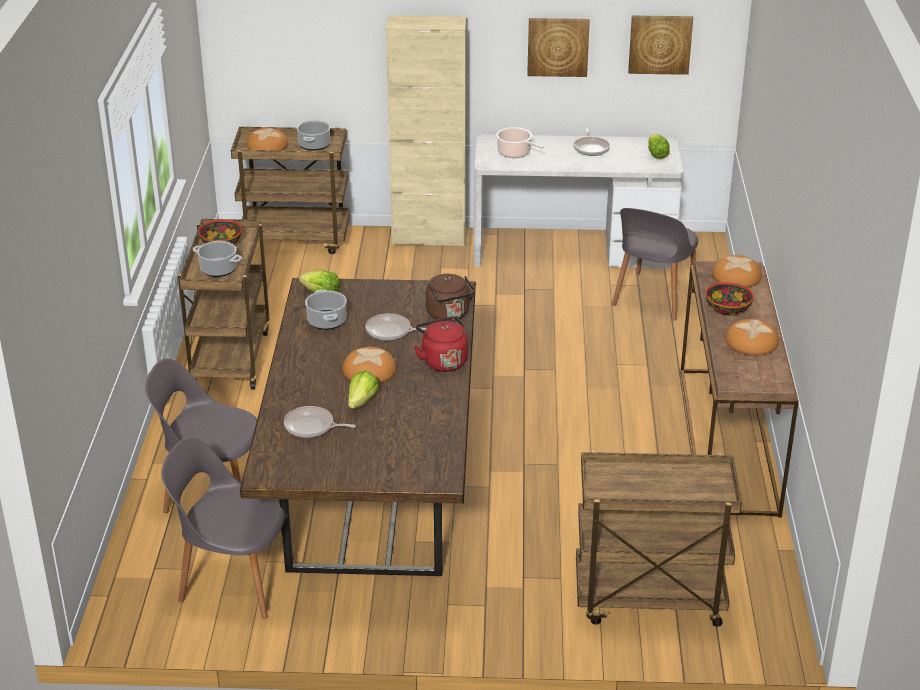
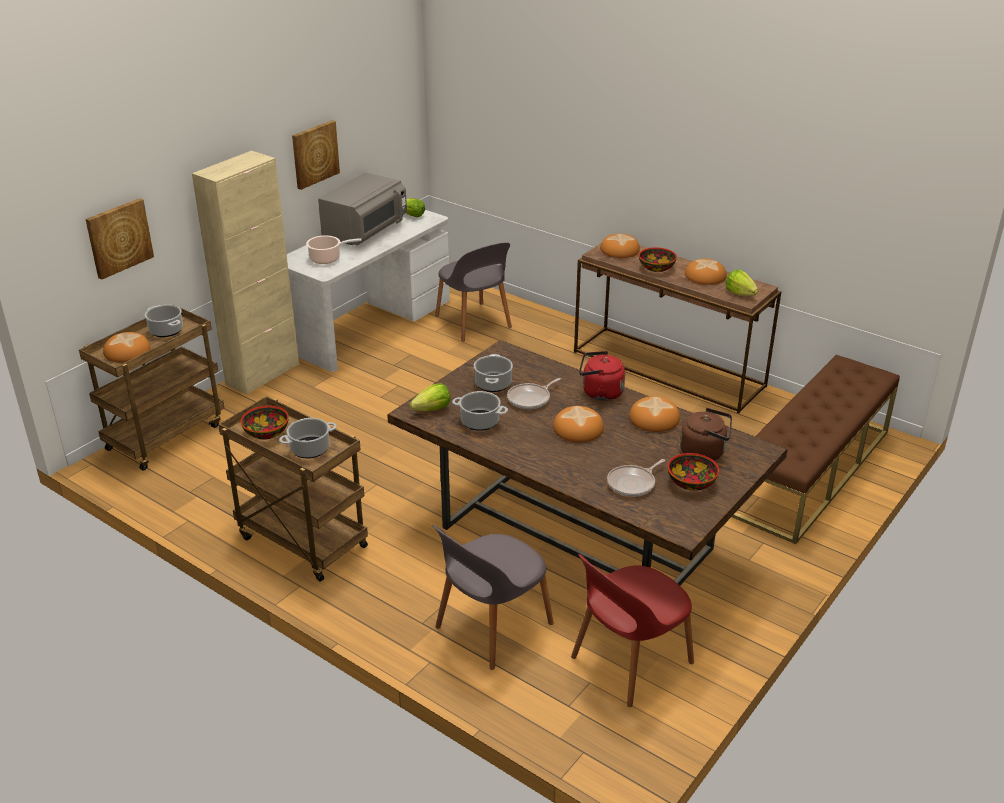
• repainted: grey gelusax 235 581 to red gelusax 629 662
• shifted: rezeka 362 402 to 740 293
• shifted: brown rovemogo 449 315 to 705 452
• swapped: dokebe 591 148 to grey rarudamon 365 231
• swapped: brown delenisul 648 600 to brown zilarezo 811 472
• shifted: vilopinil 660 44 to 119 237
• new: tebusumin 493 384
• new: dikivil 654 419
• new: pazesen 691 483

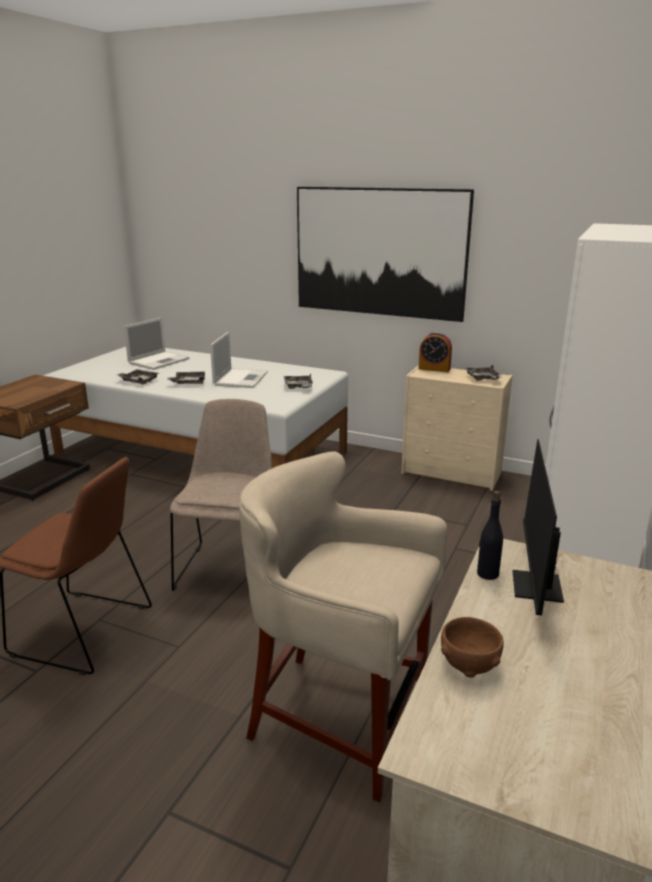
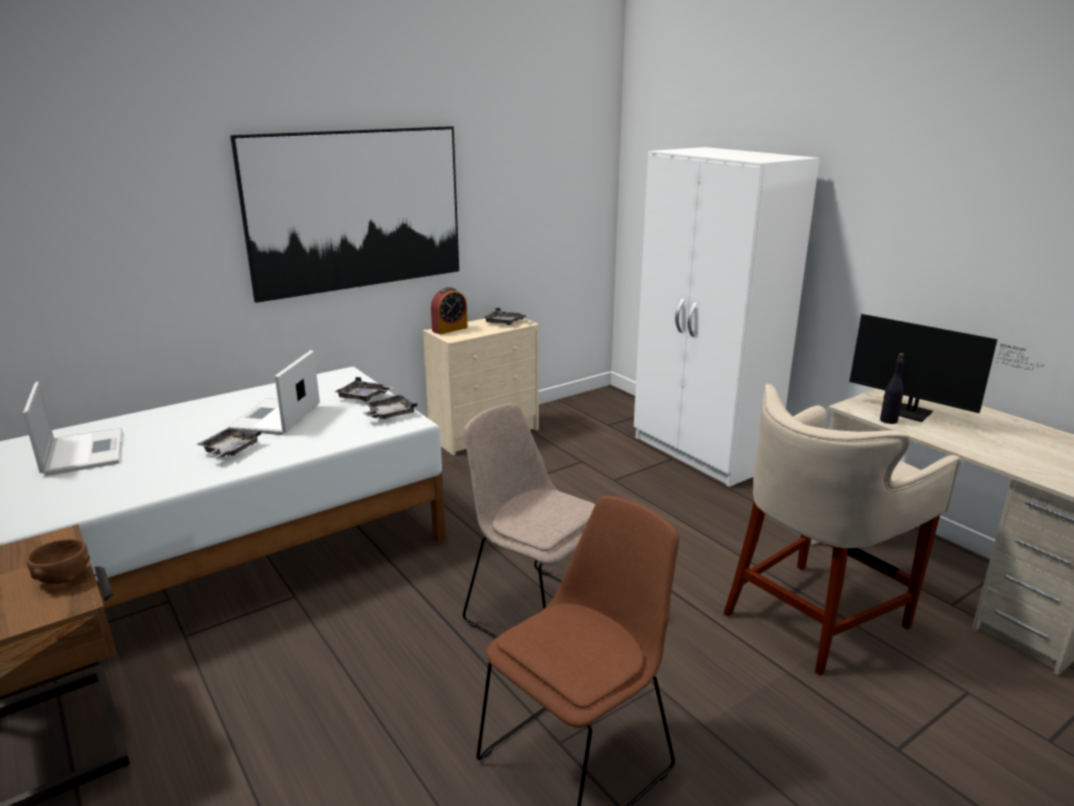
• shifted: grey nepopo 138 381 to 389 414
• rotated: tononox 241 378 = 275 418 120 degrees counterclockwise
• shifted: brown pazesen 469 664 to 63 578

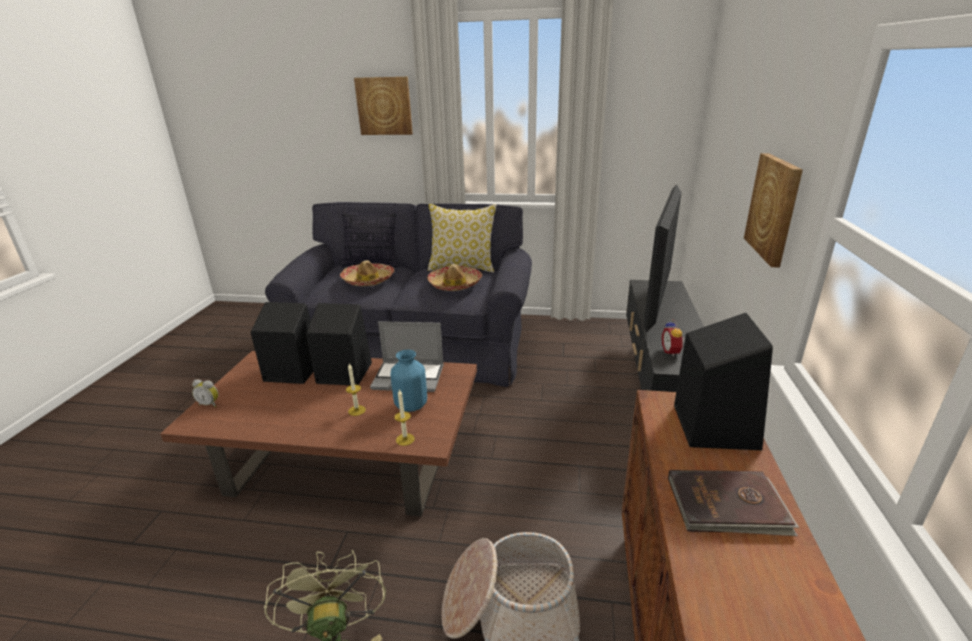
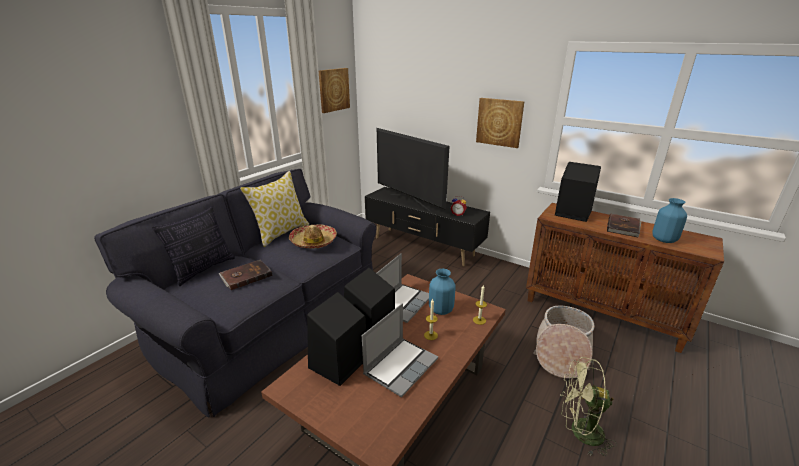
• gone: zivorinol 210 404
• swapped: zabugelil 368 280 to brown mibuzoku 245 276
• shifted: vilopinil 384 106 to 333 90
• new: tononox 400 366
• new: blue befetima 663 240

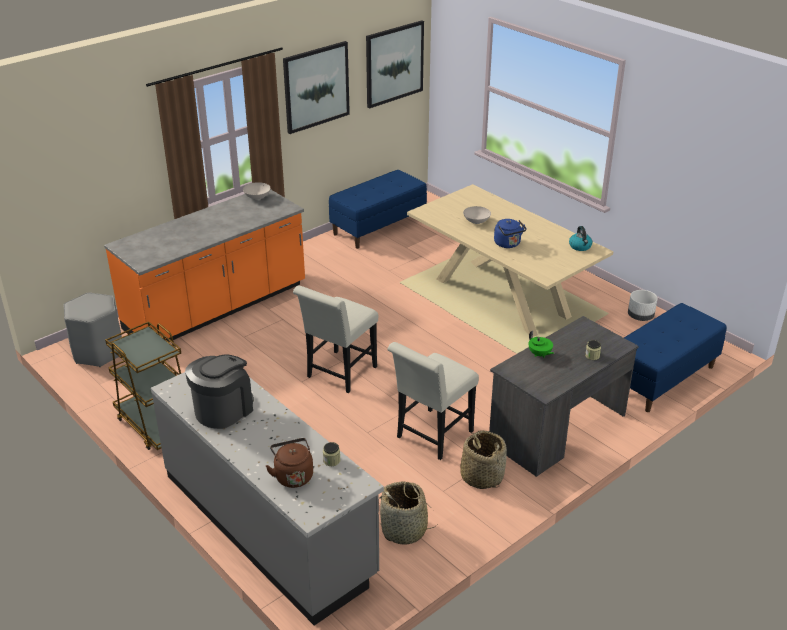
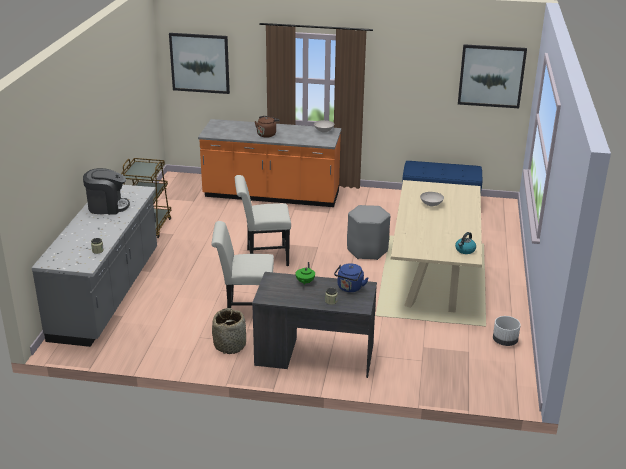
• shifted: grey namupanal 98 352 to 367 250
• shifted: brown rovemogo 293 475 to 267 134
• shifted: vilopinil 316 87 to 200 63
• gone: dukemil 404 530
• shifted: blue rovemogo 508 244 to 349 288
• gone: blue zilarezo 662 378

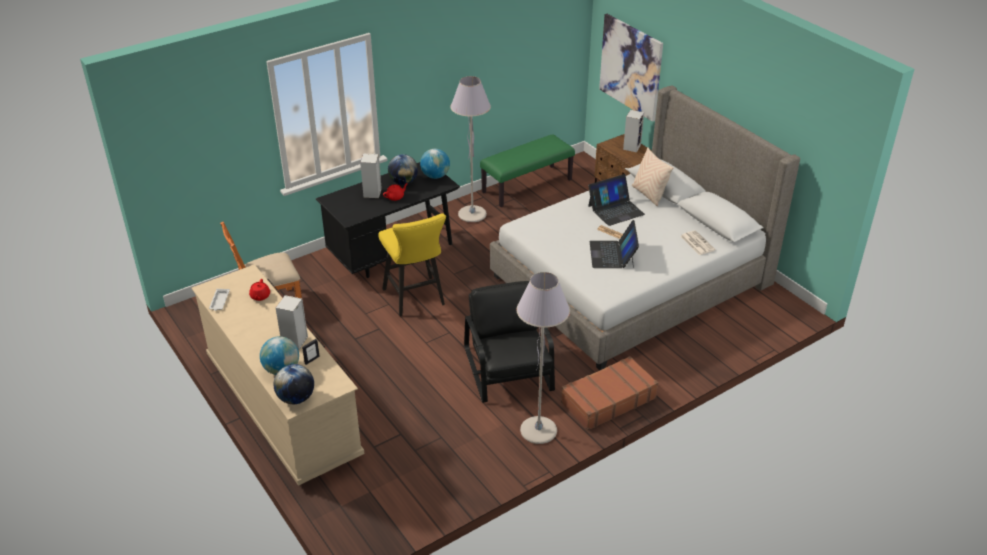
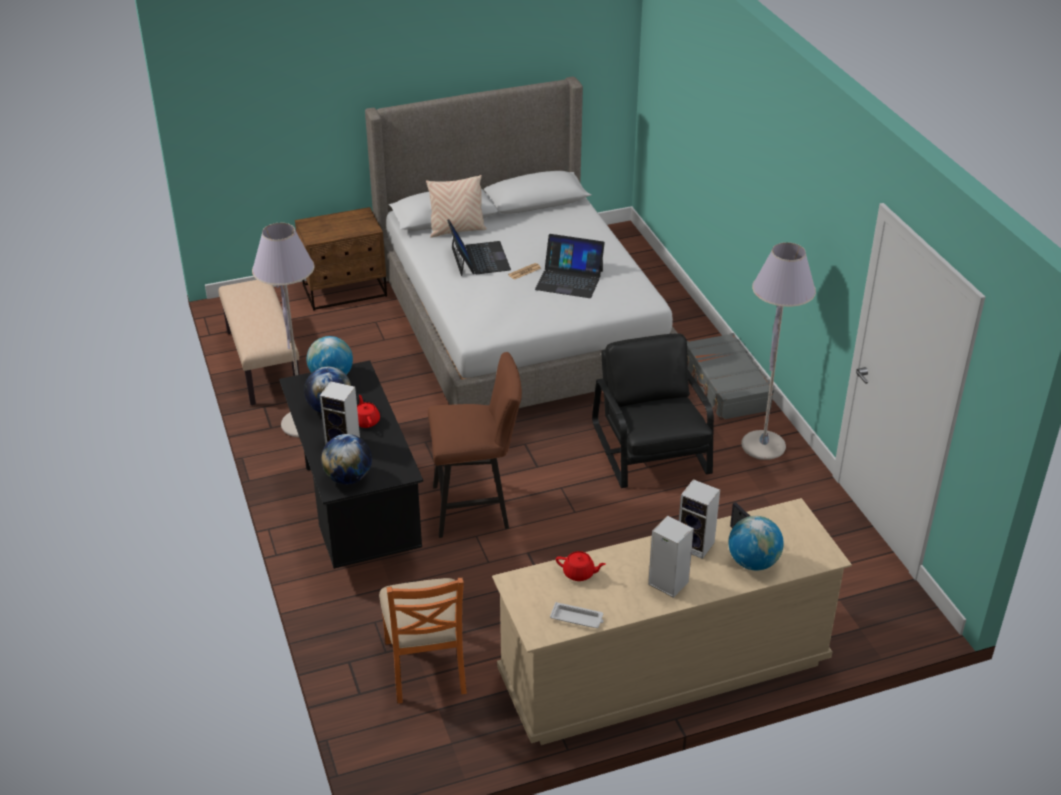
• shifted: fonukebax 296 398 to 348 478
• repainted: yellow namupanal 416 299 to brown namupanal 477 508
• rotated: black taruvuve 509 370 = 652 449 75 degrees clockwise
• repainted: green zilarezo 527 186 to beige zilarezo 262 363
• repainted: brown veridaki 607 400 to grey veridaki 725 386
• gone: vilopinil 631 67
• shifted: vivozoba 631 146 to 666 583
• gone: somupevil 697 243

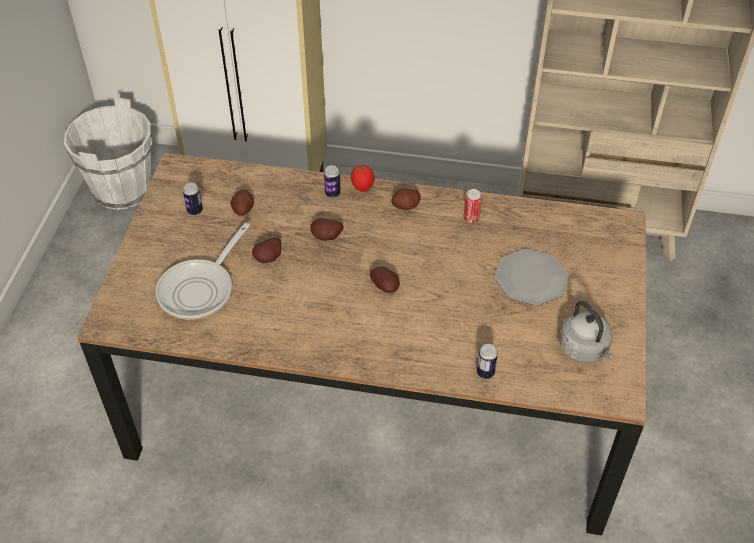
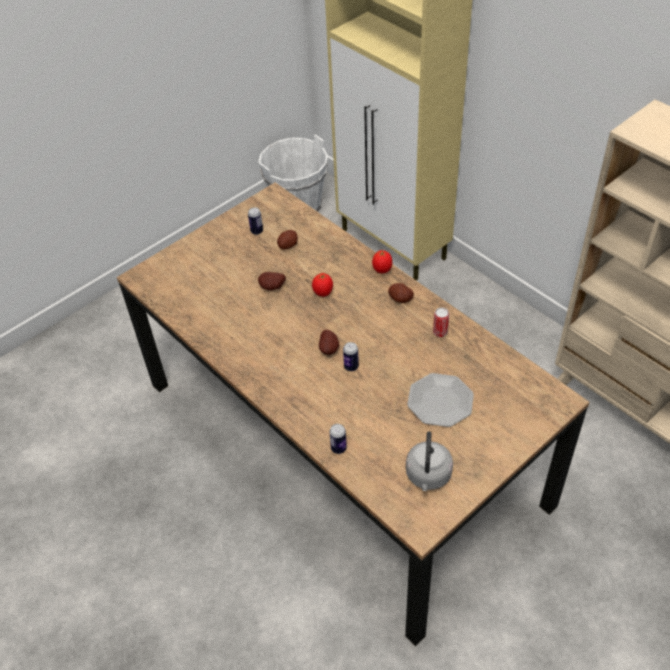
• gone: dokebe 200 289
• swapped: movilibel 327 238 to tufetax 323 293
• shifted: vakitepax 332 193 to 351 367

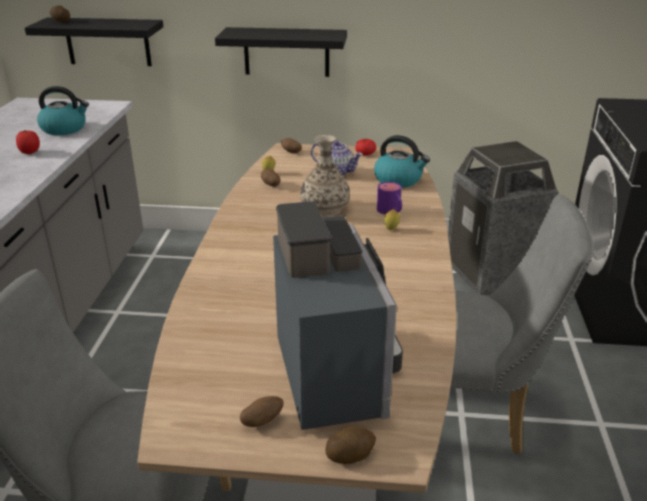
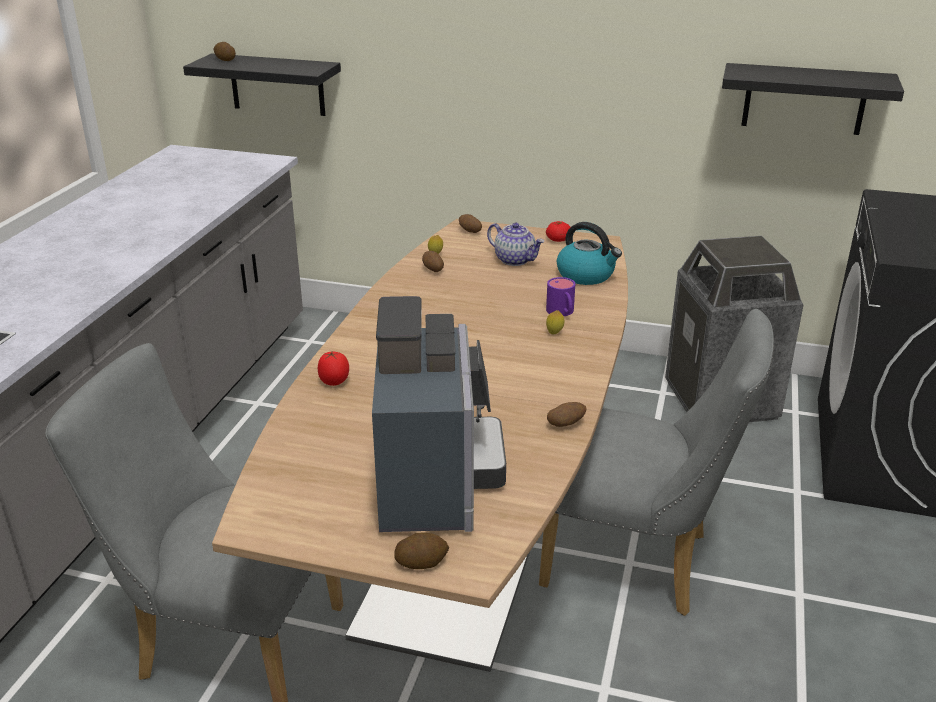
• shifted: tufetax 30 152 to 334 382
• gone: rovemogo 64 129
• shifted: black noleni 286 52 to 804 99
• shifted: movilibel 262 421 to 565 424
• gone: befetima 324 209

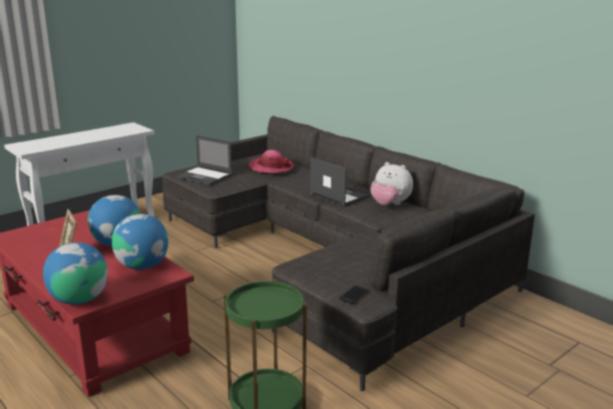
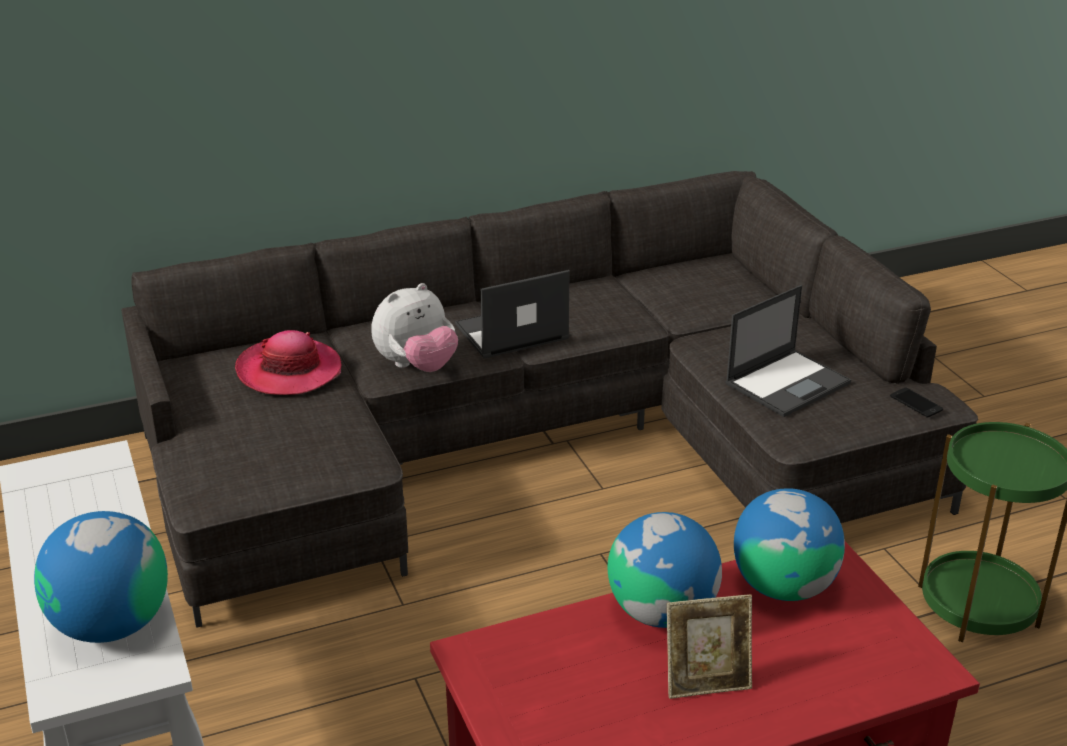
• shifted: fonukebax 79 299 to 111 624
• shifted: tononox 205 176 to 788 383
• shifted: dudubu 389 205 to 417 366

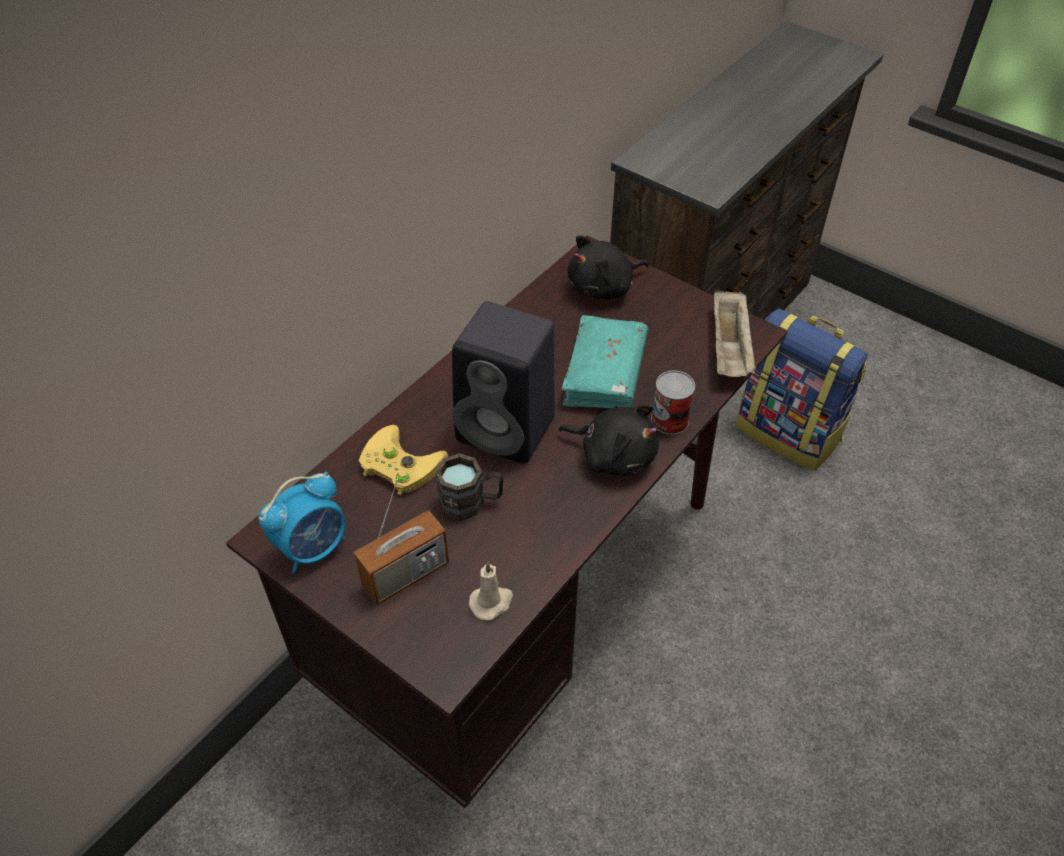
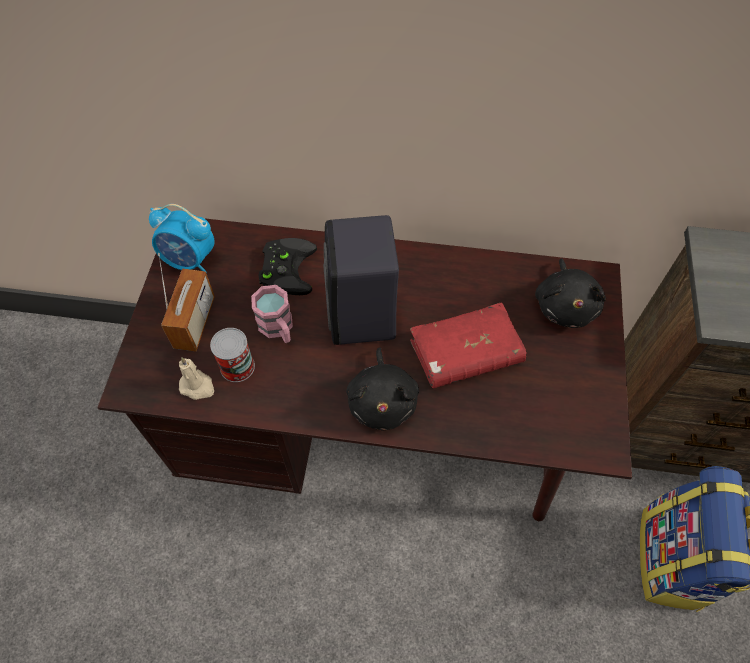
• rotated: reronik 405 574 = 195 323 105 degrees counterclockwise
• repainted: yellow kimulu 397 464 to black kimulu 286 267
• repainted: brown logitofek 471 502 to pink logitofek 278 329
• repainted: turquoise mibuzoku 604 374 to red mibuzoku 465 353
• rotated: black dudubu 603 287 = 565 305 120 degrees counterclockwise
• shifted: vakitepax 669 420 to 237 366
• gone: beige nepopo 730 349

